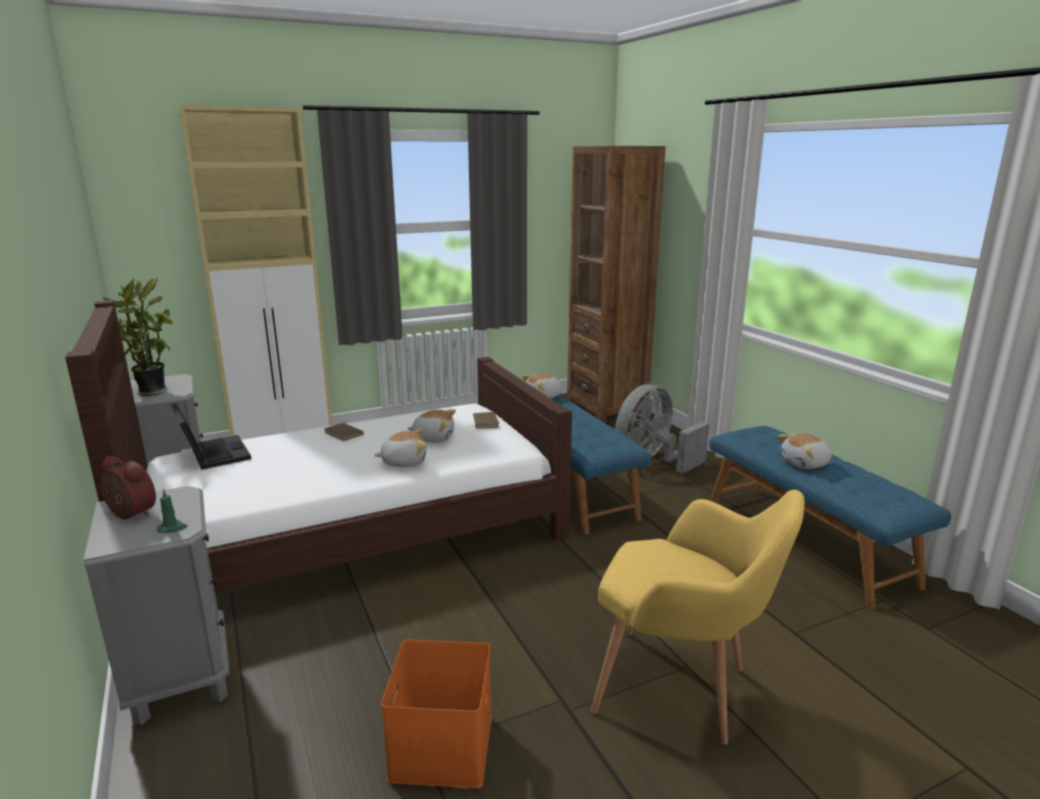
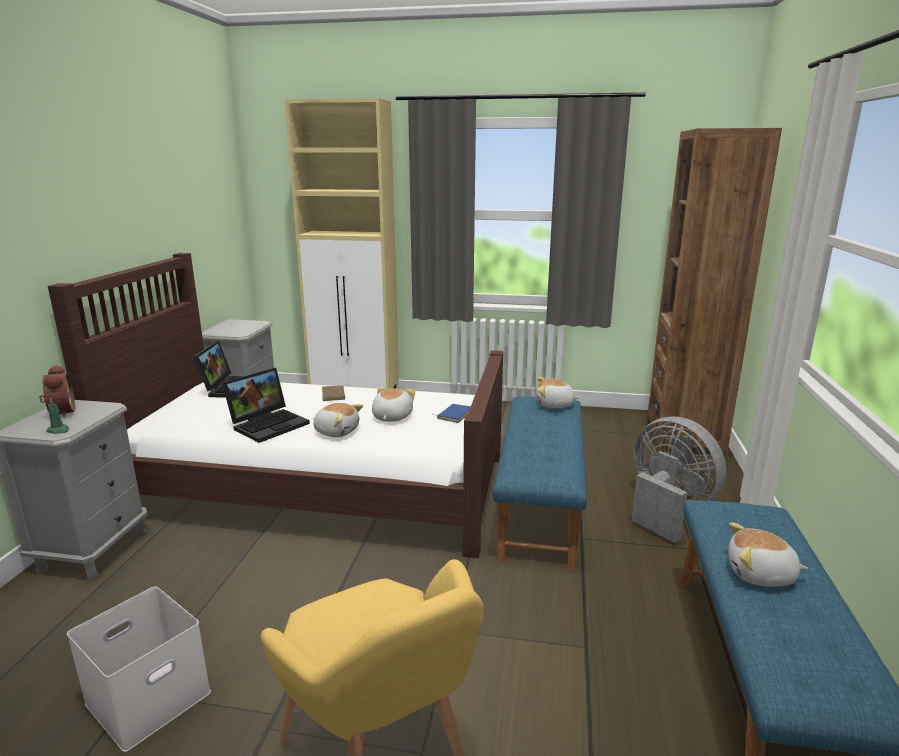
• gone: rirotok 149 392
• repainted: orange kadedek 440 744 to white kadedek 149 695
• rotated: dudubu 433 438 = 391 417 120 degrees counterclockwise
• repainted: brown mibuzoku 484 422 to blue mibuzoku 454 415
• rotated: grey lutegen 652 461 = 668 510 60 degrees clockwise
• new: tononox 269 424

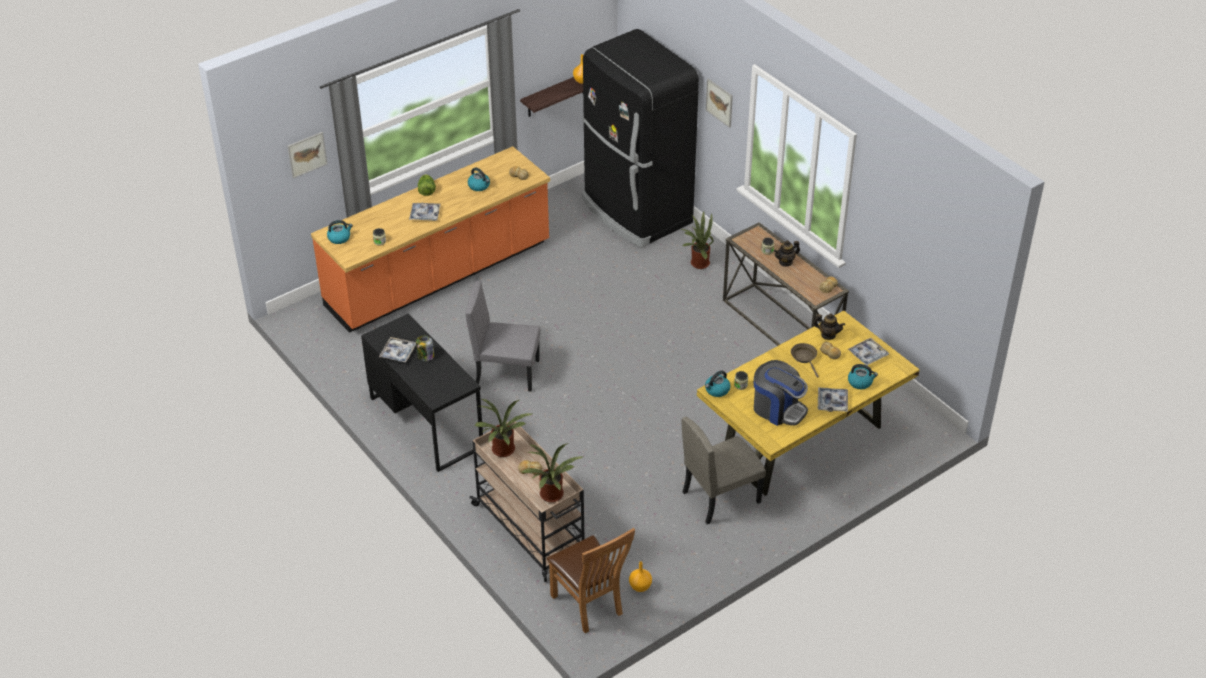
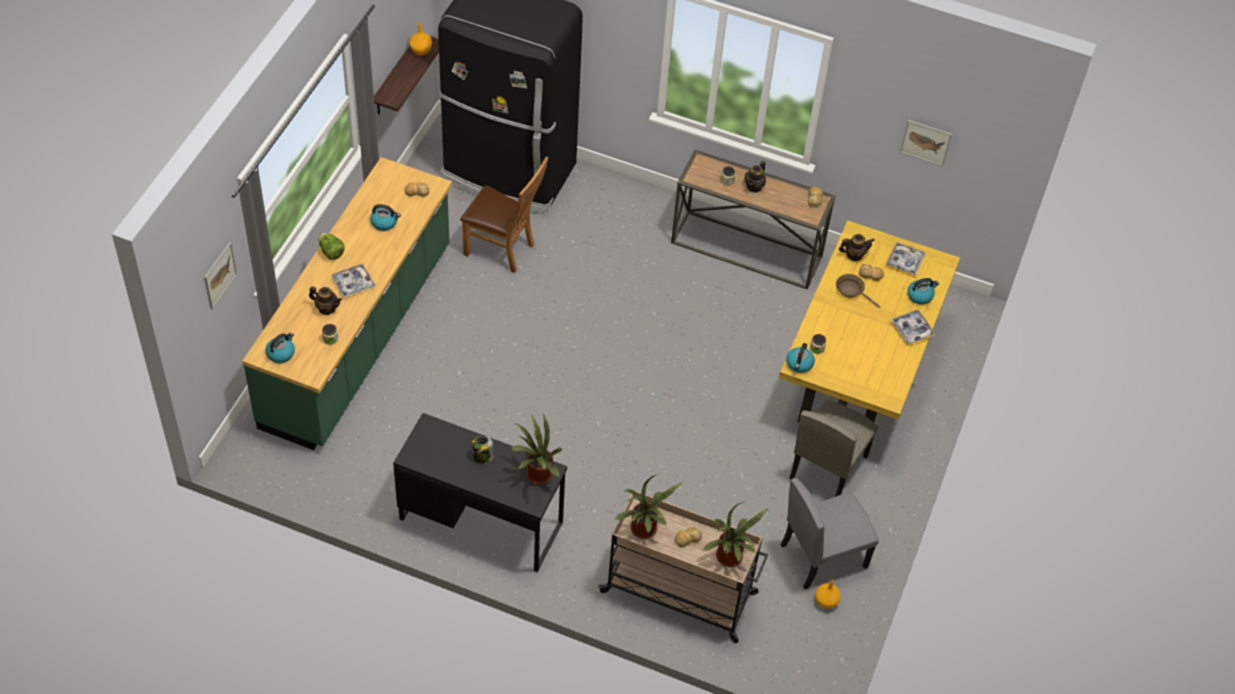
• repainted: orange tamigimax 439 276 to green tamigimax 358 337
• gone: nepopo 398 353
• shifted: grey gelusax 507 372 to 823 555
• shifted: brown gelusax 590 607 to 503 250
• shifted: rirotok 698 263 to 536 475
• shifted: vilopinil 719 102 to 926 142
• gone: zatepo 778 409
• new: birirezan 326 308

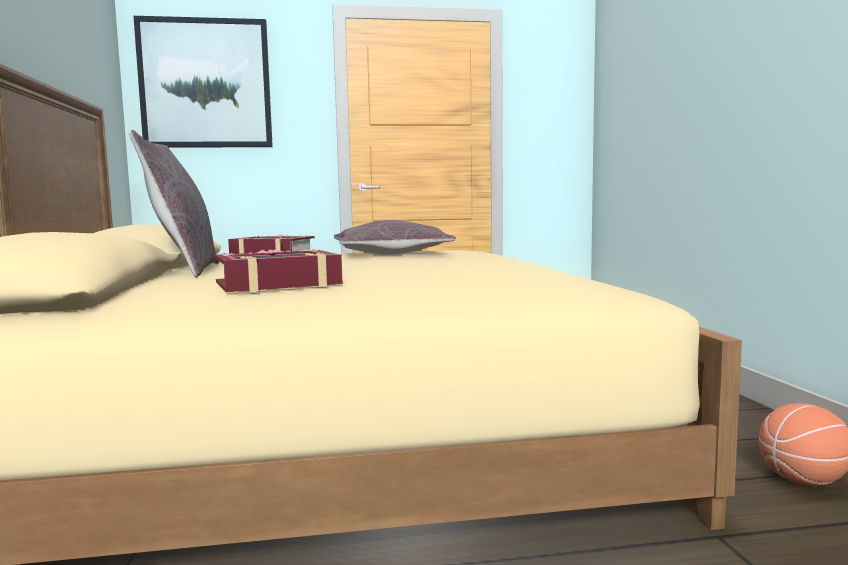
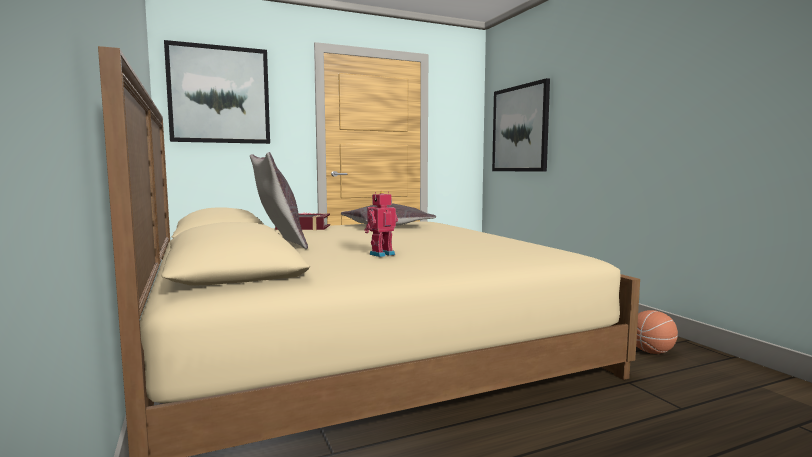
• swapped: mibuzoku 278 284 to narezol 381 254
• new: vilopinil 520 129

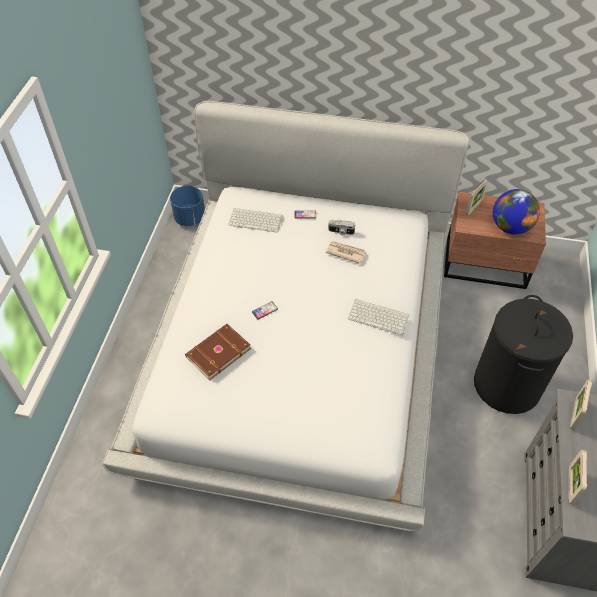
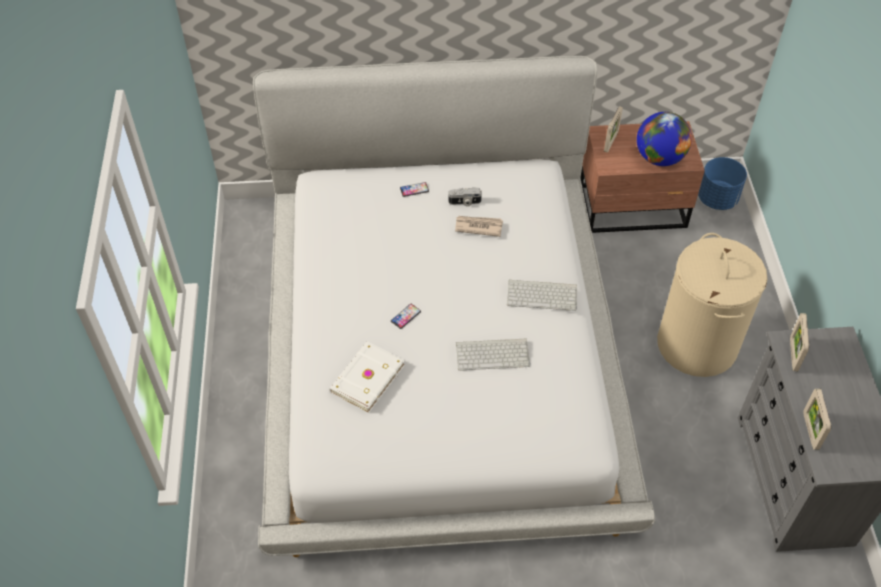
• shifted: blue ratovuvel 190 218 to 717 199
• repainted: brown mibuzoku 217 352 to white mibuzoku 366 378
• shifted: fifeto 256 220 to 493 353
• repainted: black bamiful 507 385 to beige bamiful 697 345

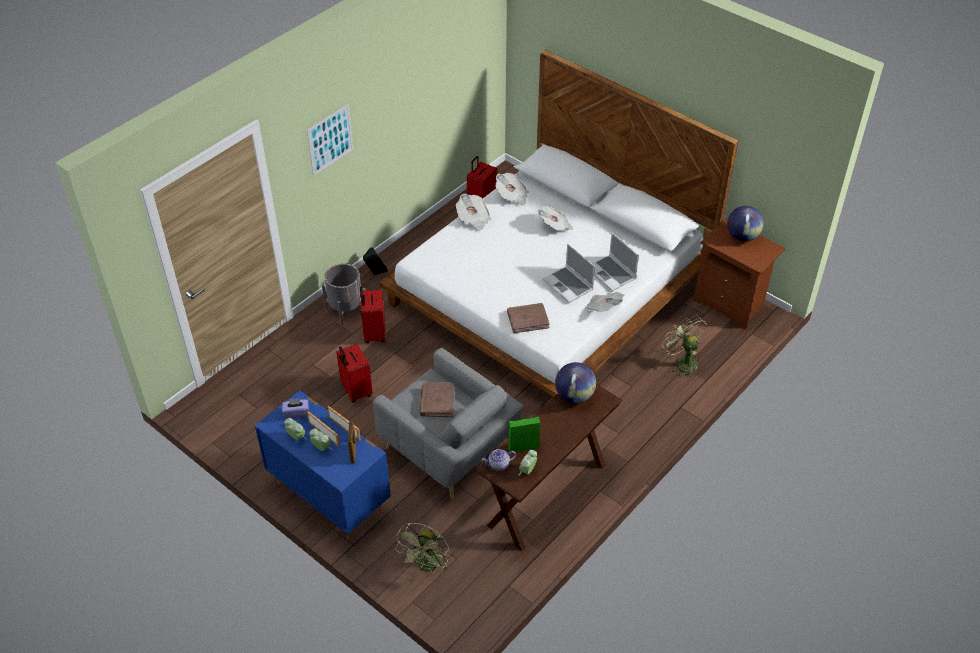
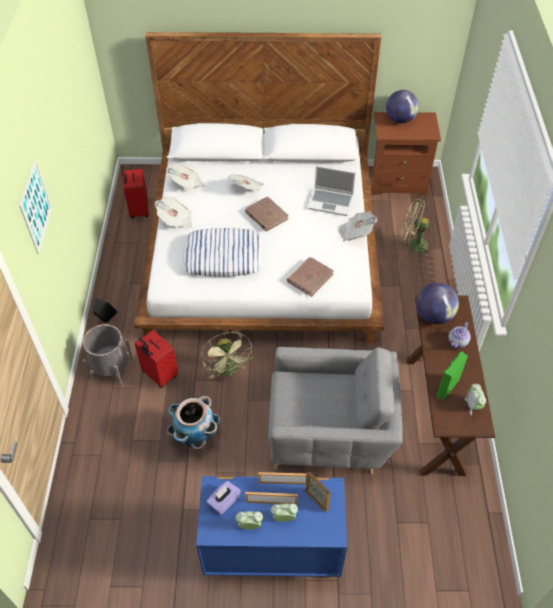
• swapped: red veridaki 355 391 to ratovuvel 196 437
• shifted: green lutegen 427 566 to 229 370
• shifted: brown mibuzoku 437 401 to 266 216
• shifted: birirezan 498 465 to 458 342
• gone: tononox 569 285
• new: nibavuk 223 257

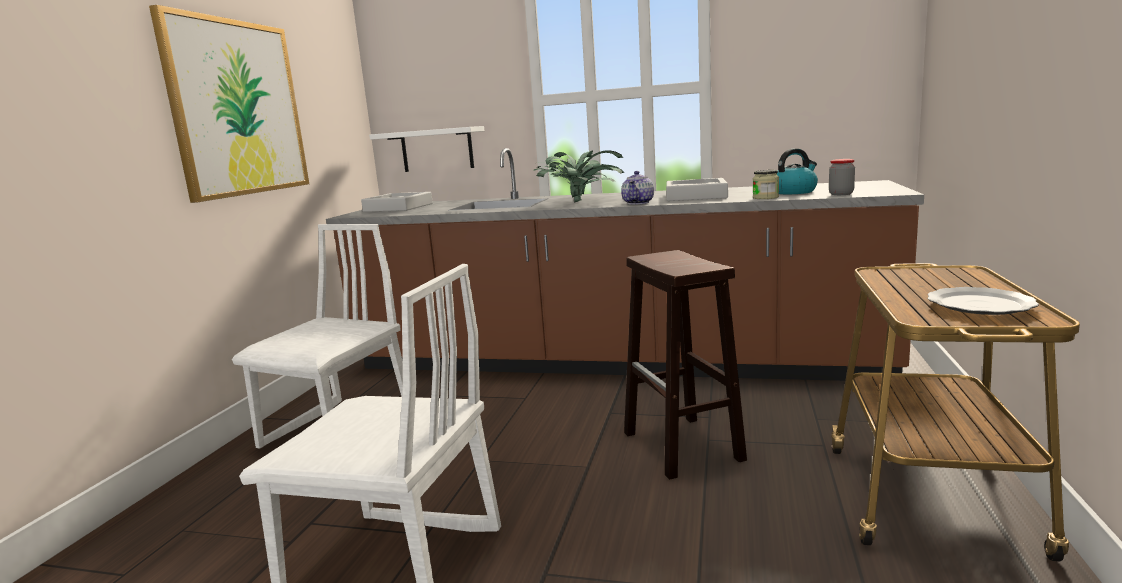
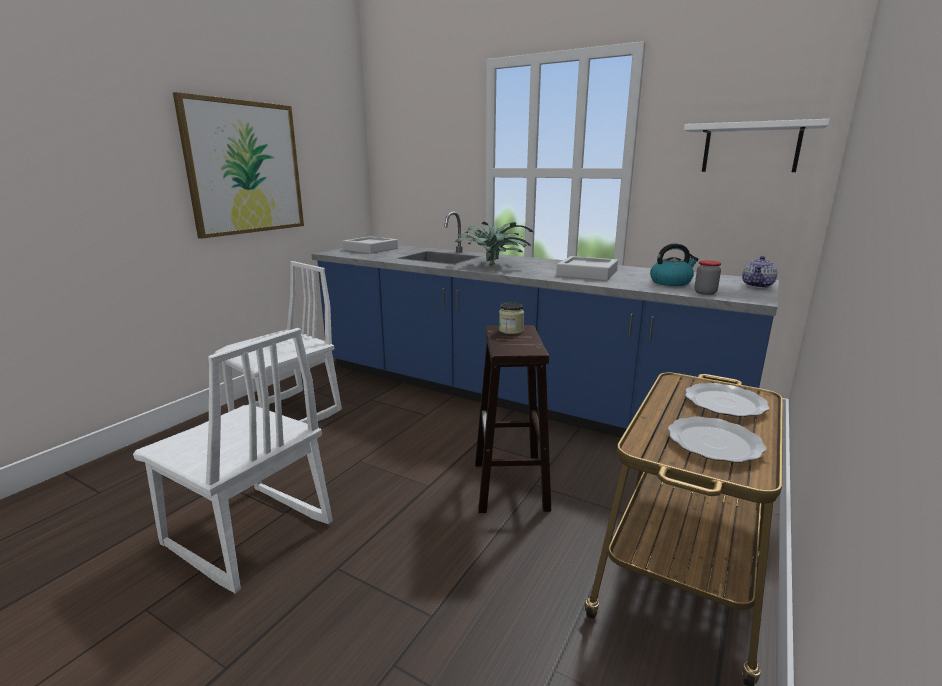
• repainted: brown tamigimax 611 361 to blue tamigimax 511 395
• shifted: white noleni 437 150 to 750 148
• shifted: birirezan 638 203 to 757 285
• shifted: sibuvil 765 197 to 511 330
• new: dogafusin 724 402

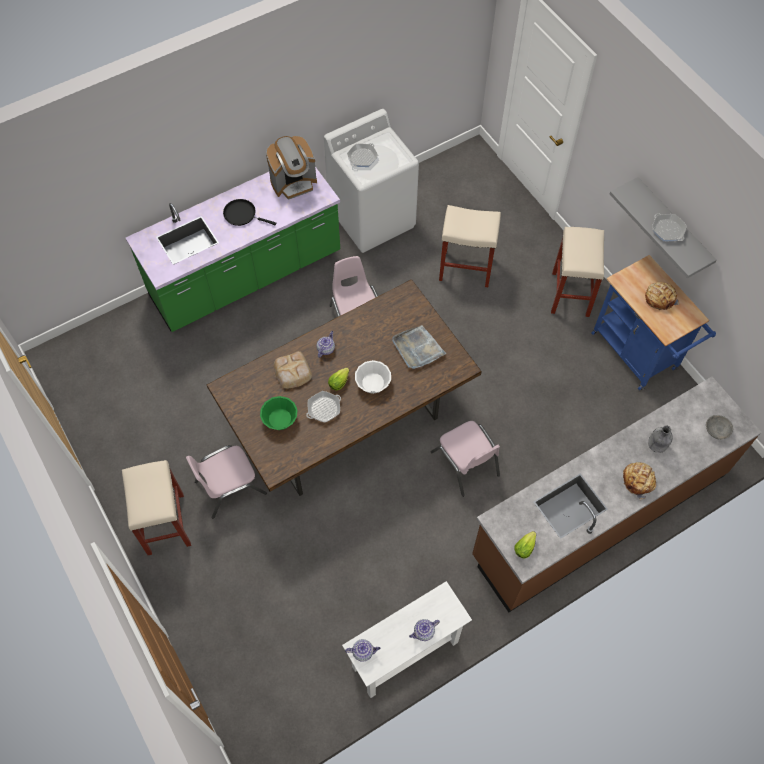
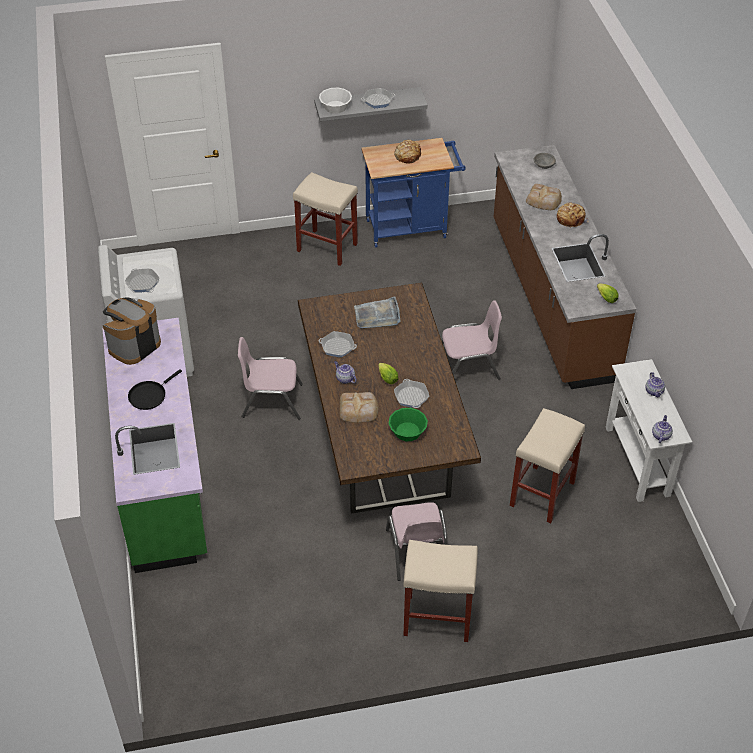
• rotated: zatepo 294 182 = 134 346 135 degrees counterclockwise
• shifted: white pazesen 373 382 to 335 107
• shifted: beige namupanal 464 269 to 542 495
• swapped: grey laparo 656 446 to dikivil 544 200
• new: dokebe 337 347

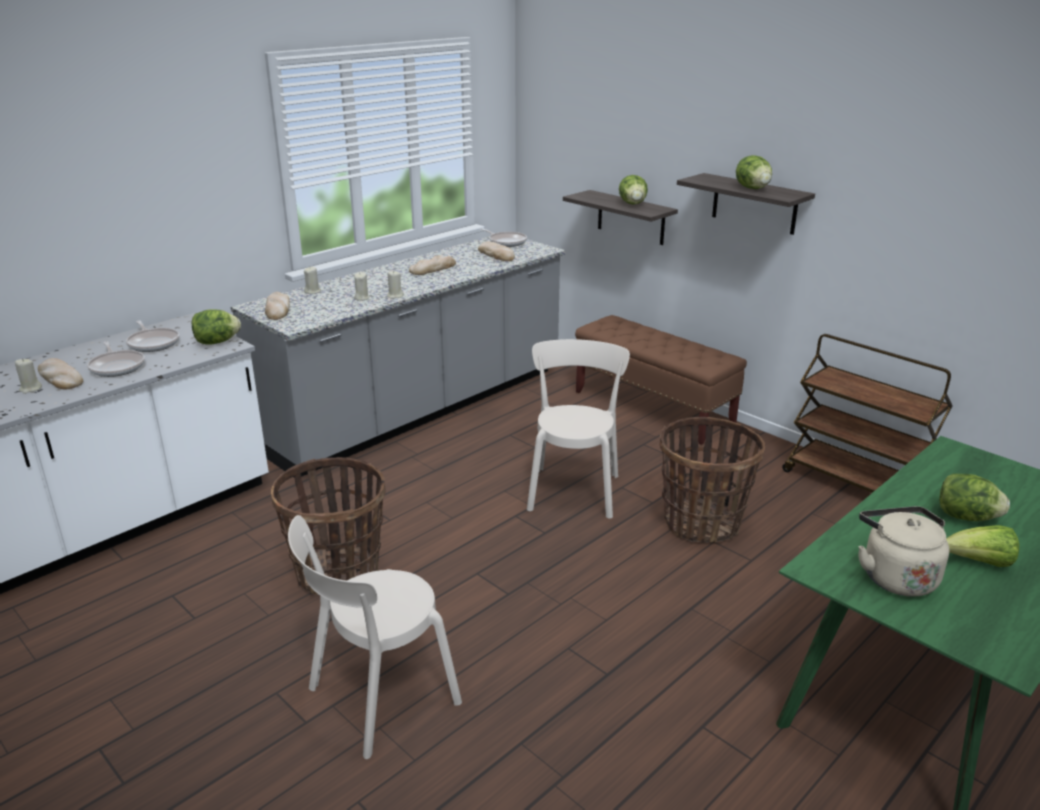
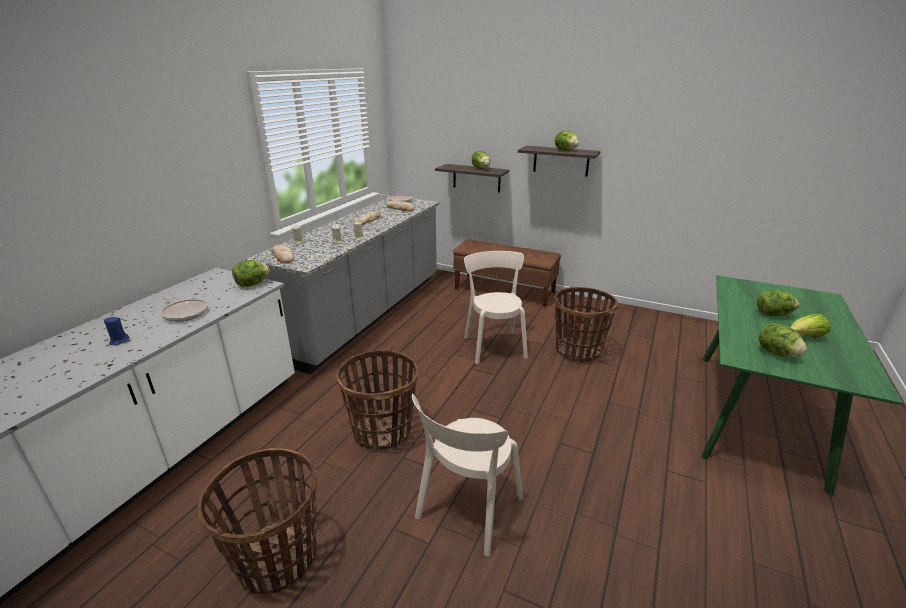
• repainted: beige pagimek 30 389 to blue pagimek 119 341
• gone: dikivil 60 378
• gone: dokebe 153 343
• gone: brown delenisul 856 485
• swapped: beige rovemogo 895 576 to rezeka 777 353
• new: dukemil 277 559

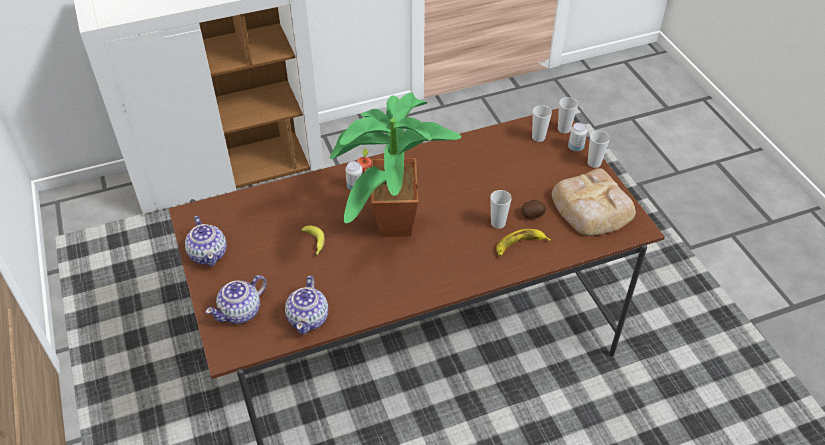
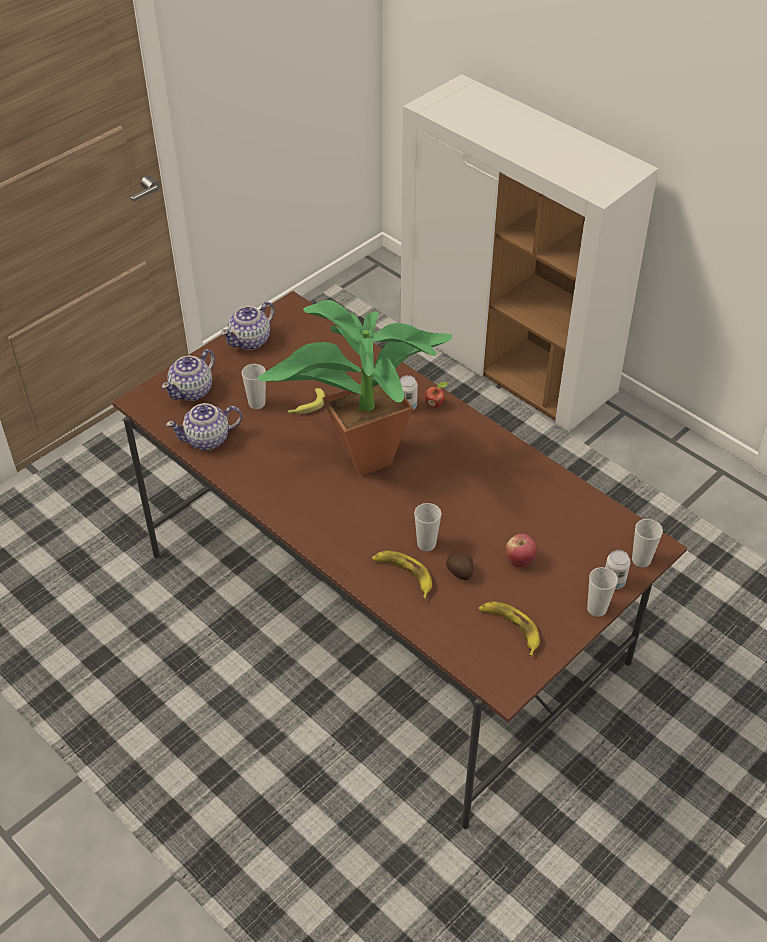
• rotated: birirezan 241 312 = 192 390 75 degrees counterclockwise
• shifted: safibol 538 137 to 257 403
• swapped: dikivil 592 208 to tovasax 510 628
• new: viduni 519 561

